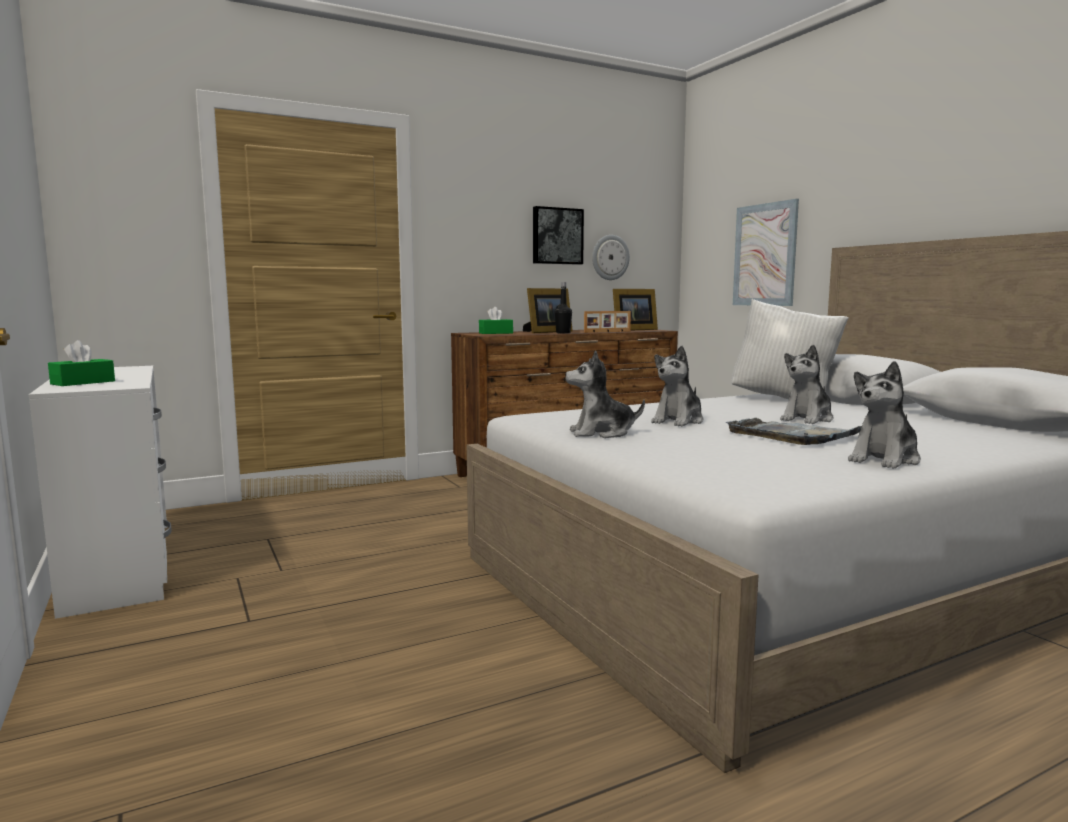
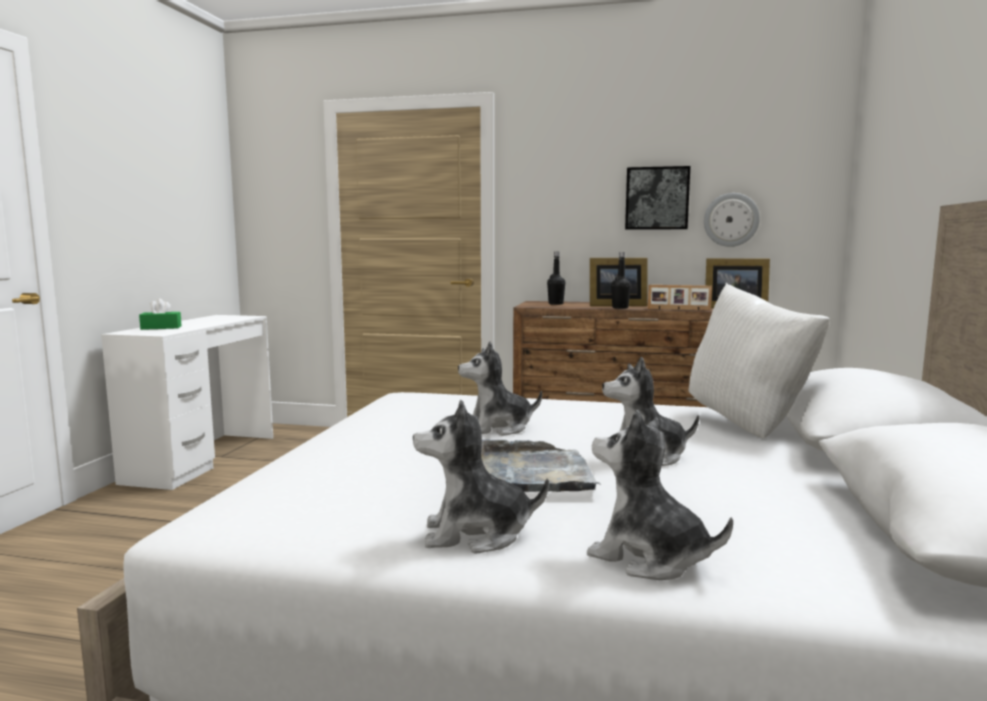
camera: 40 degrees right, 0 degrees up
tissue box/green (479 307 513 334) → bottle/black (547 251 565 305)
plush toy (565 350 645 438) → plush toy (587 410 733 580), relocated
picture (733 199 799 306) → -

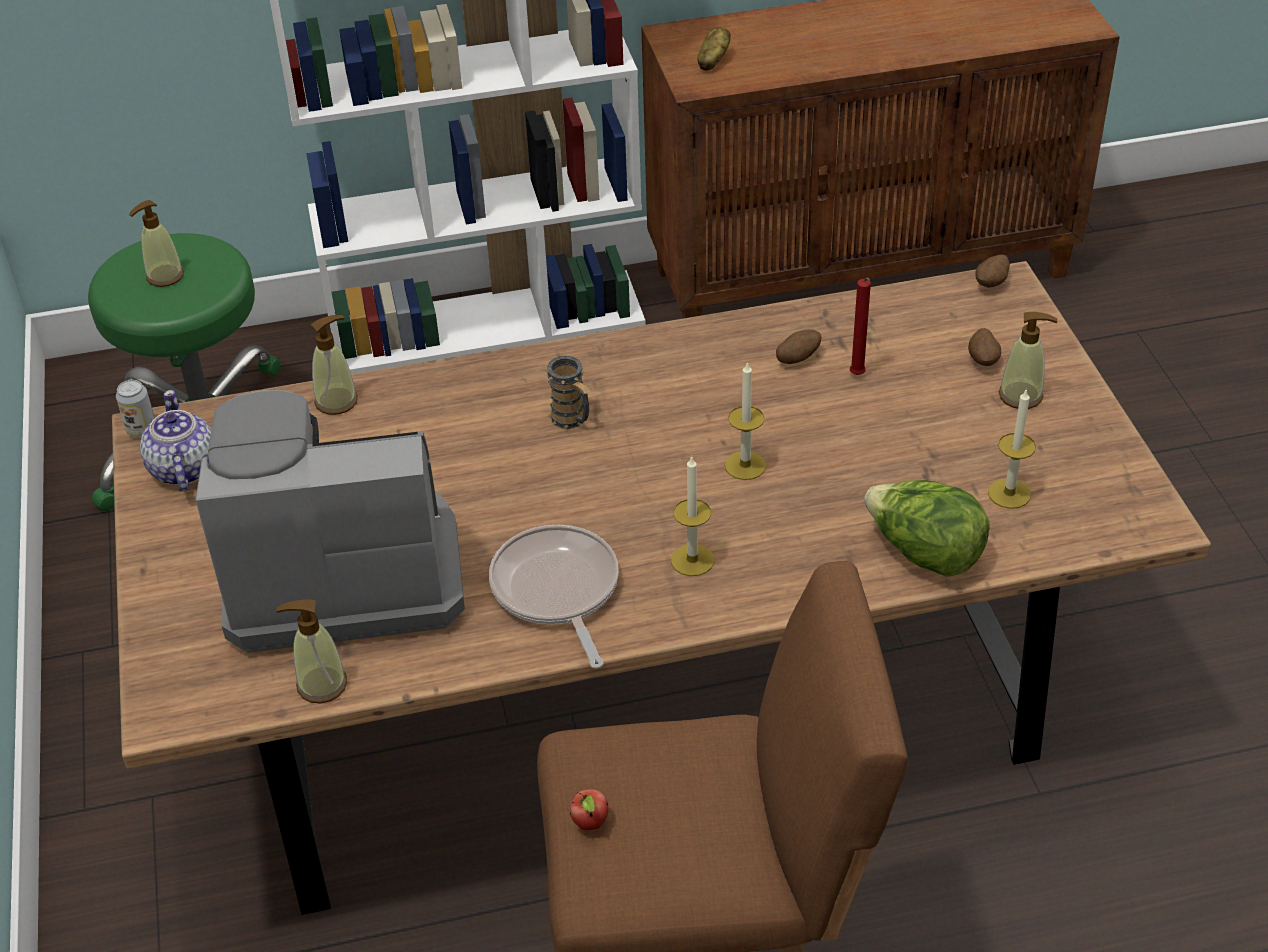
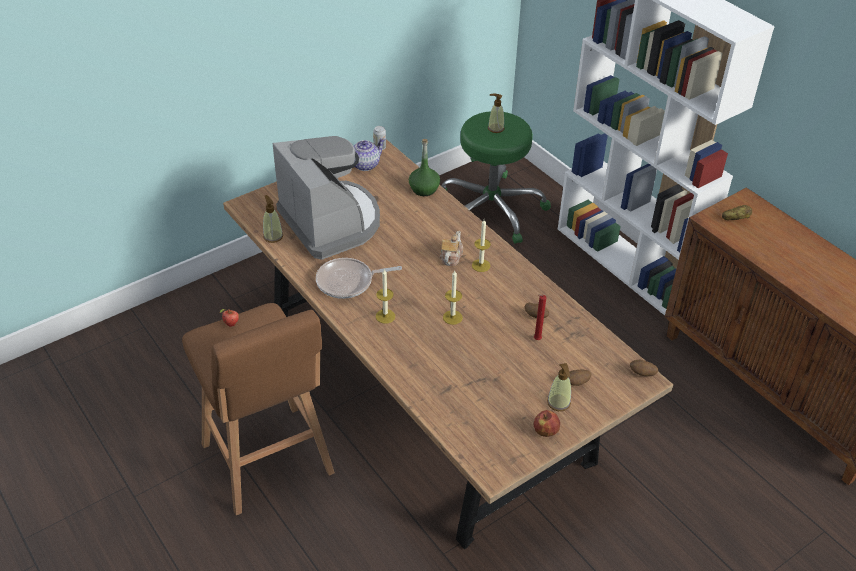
camera: 65 degrees right, 0 degrees up
soap dispenser (311 315 358 415) → bottle/green (409 139 440 196)
frying pan (489 525 619 669) → frying pan (316 258 402 299), 150 degrees counterclockwise
mug (545 356 590 429) → teapot (440 231 463 266)
lettuce (864 480 990 577) → -
candle (988 390 1036 509) → candle (472 219 491 272), relocated
- → apple (533 410 560 437)

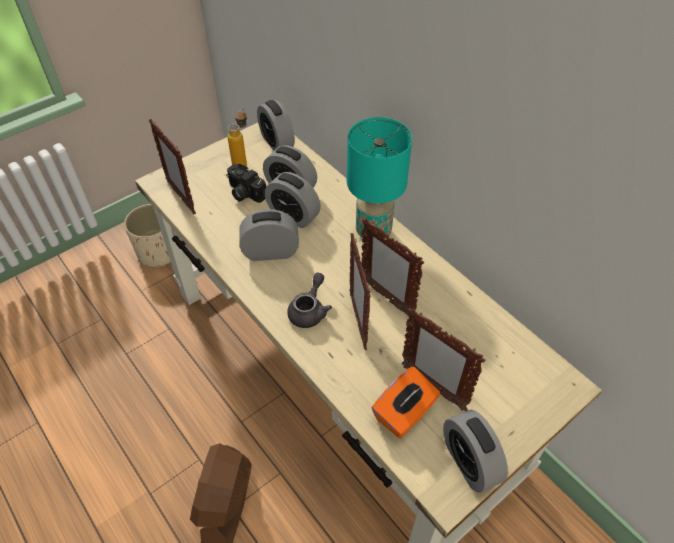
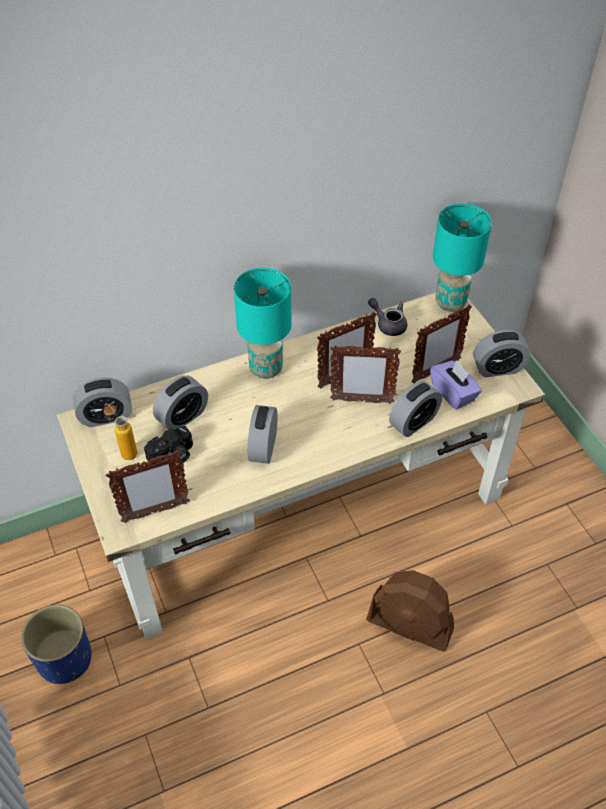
camera: 75 degrees left, 0 degrees up
planter/beige (124 204 171 268) → planter/blue (21 604 92 684)
alarm clock (265 172 321 228) → alarm clock (389 381 442 437), relocated
teapot/grey (287 273 332 328) → teapot/grey (368 298 407 336), relocated
tissue box/orange (371 366 440 438) → tissue box/purple (430 360 482 410)
- → table lamp/turquoise (433 203 492 312)

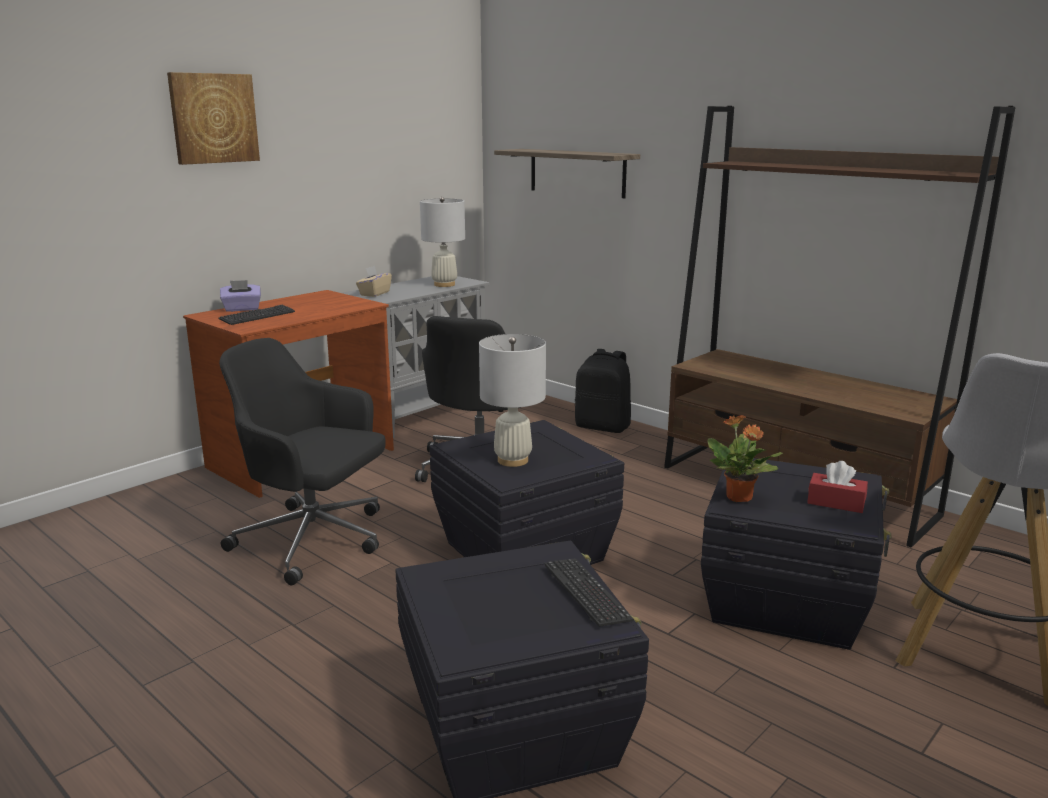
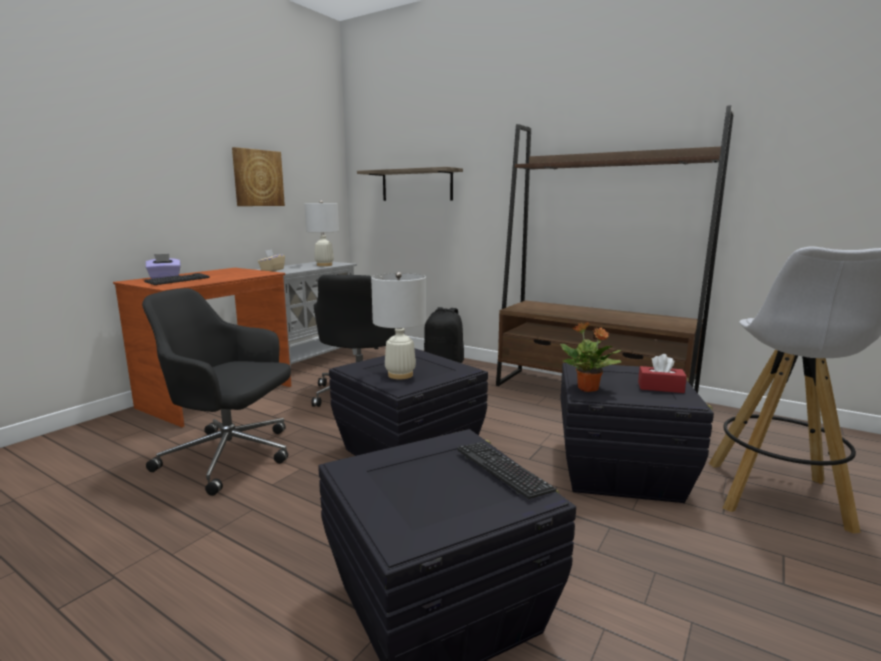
camera: 10 degrees left, 5 degrees down
picture (167 72 260 165) → picture (232 147 285 206), relocated

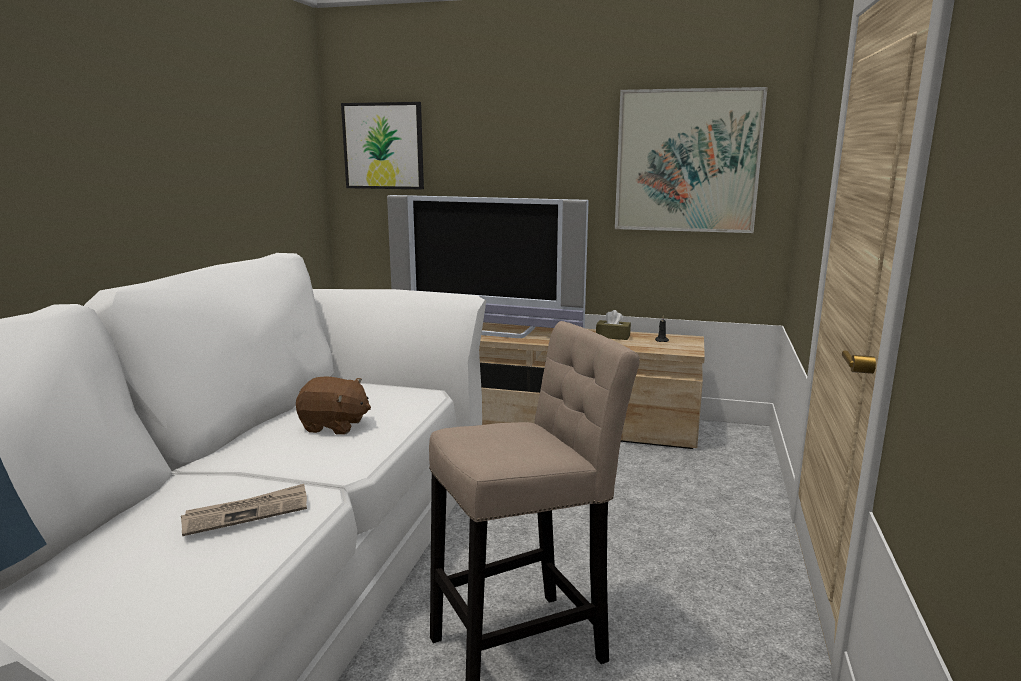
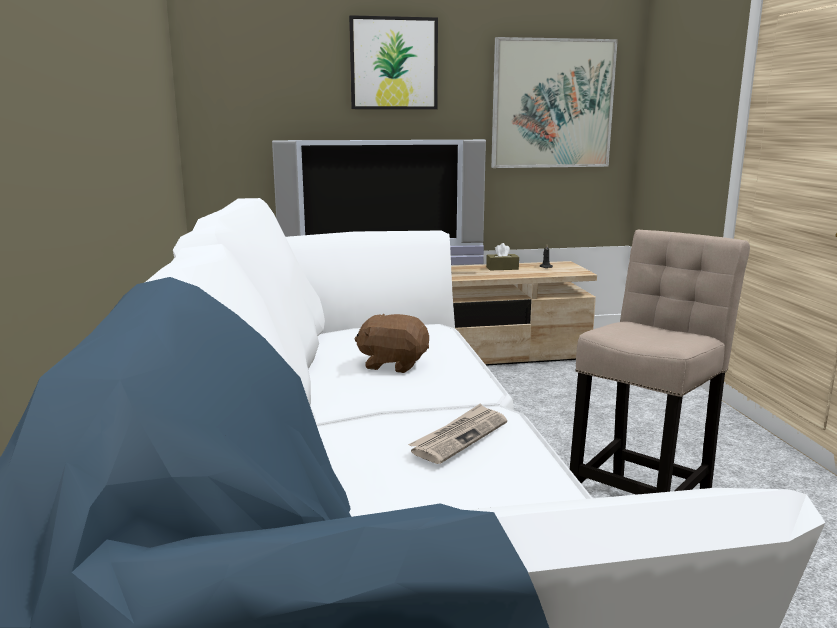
camera: 25 degrees left, 0 degrees up
plush toy/brown (296 377 371 435) → plush toy/brown (355 314 429 373), 150 degrees counterclockwise
picture (341 102 424 189) → picture (349 15 438 109), relocated

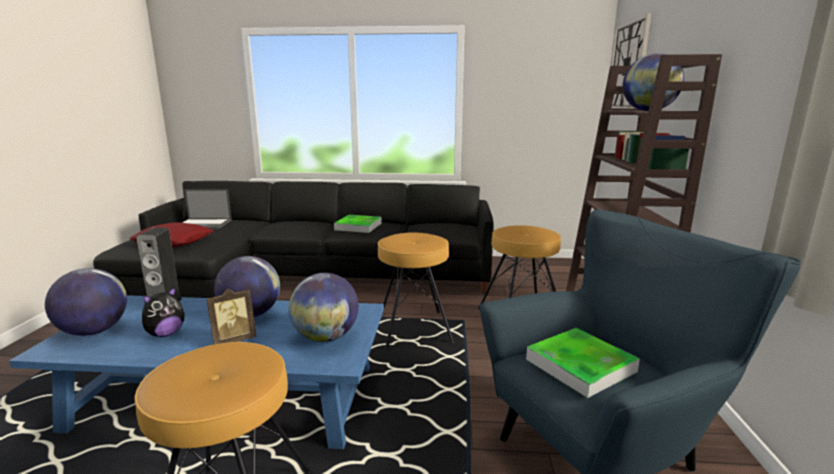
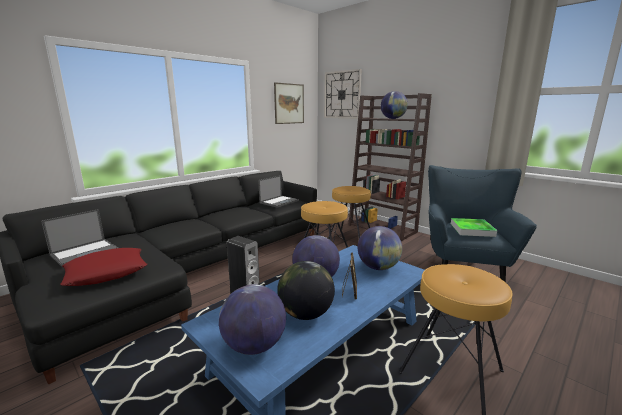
camera: 50 degrees left, 0 degrees up
plush toy (142 286 185 337) → globe (277 261 335 320)
tray (334 215 382 233) → -
- → laptop (258 175 299 208)
- → picture (274 82 304 124)

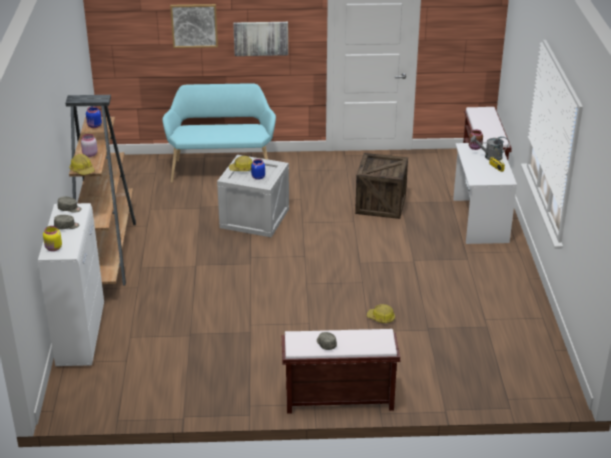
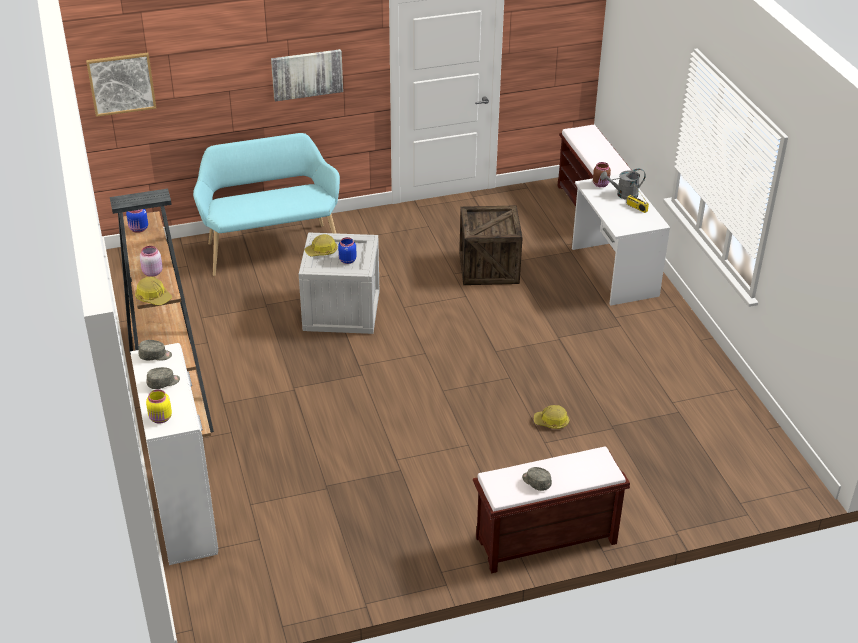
camera: 15 degrees left, 5 degrees up
picture (170 4 218 48) → picture (86 53 156 117), relocated

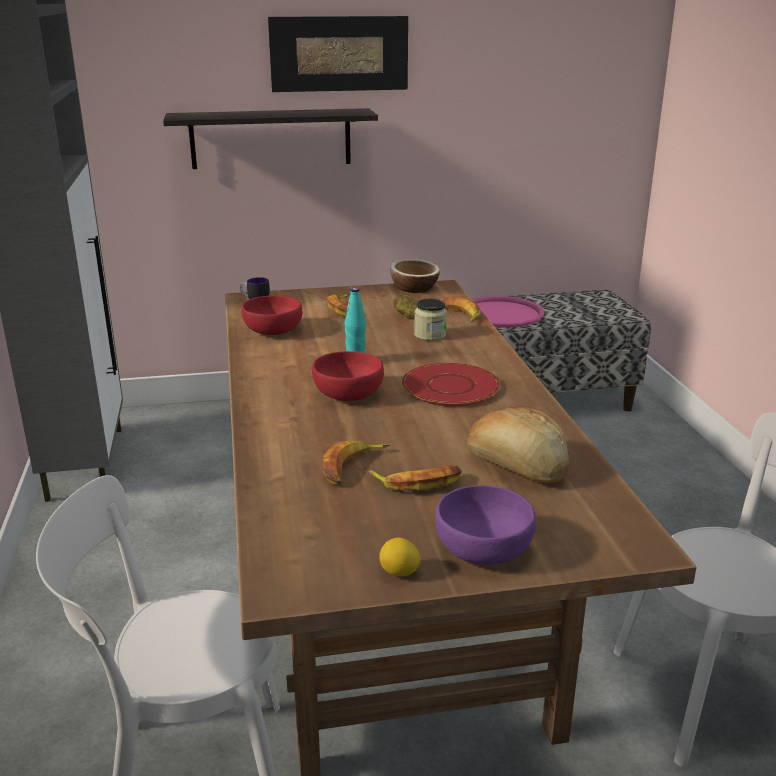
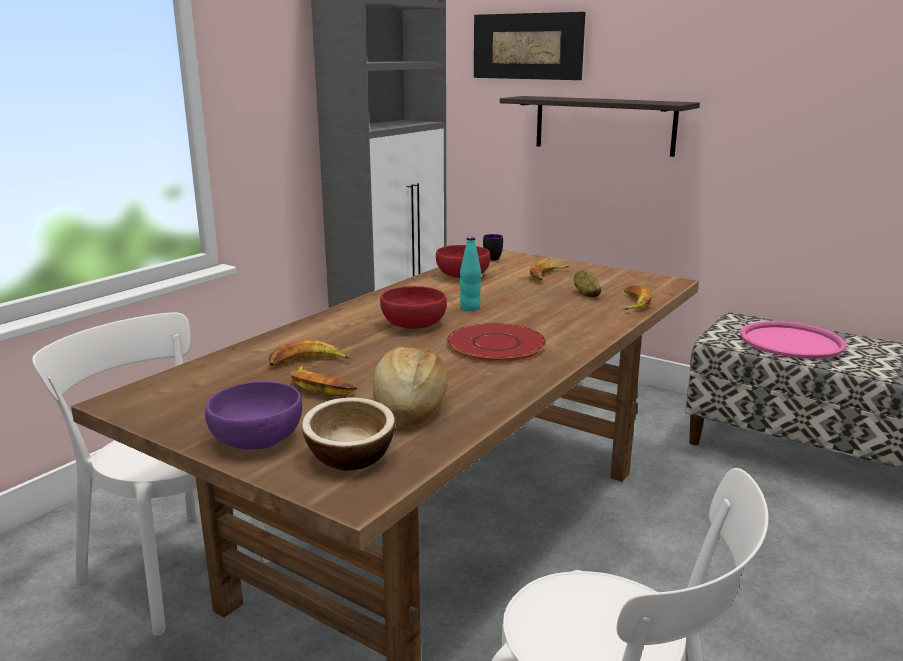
camera: 45 degrees right, 5 degrees down
picture (268 16 408 92) → picture (474 12 586 80), relocated
lemon (379 538 420 576) → -
bowl (390 259 440 293) → bowl (302 397 395 471), relocated
jar (414 299 447 341) → -

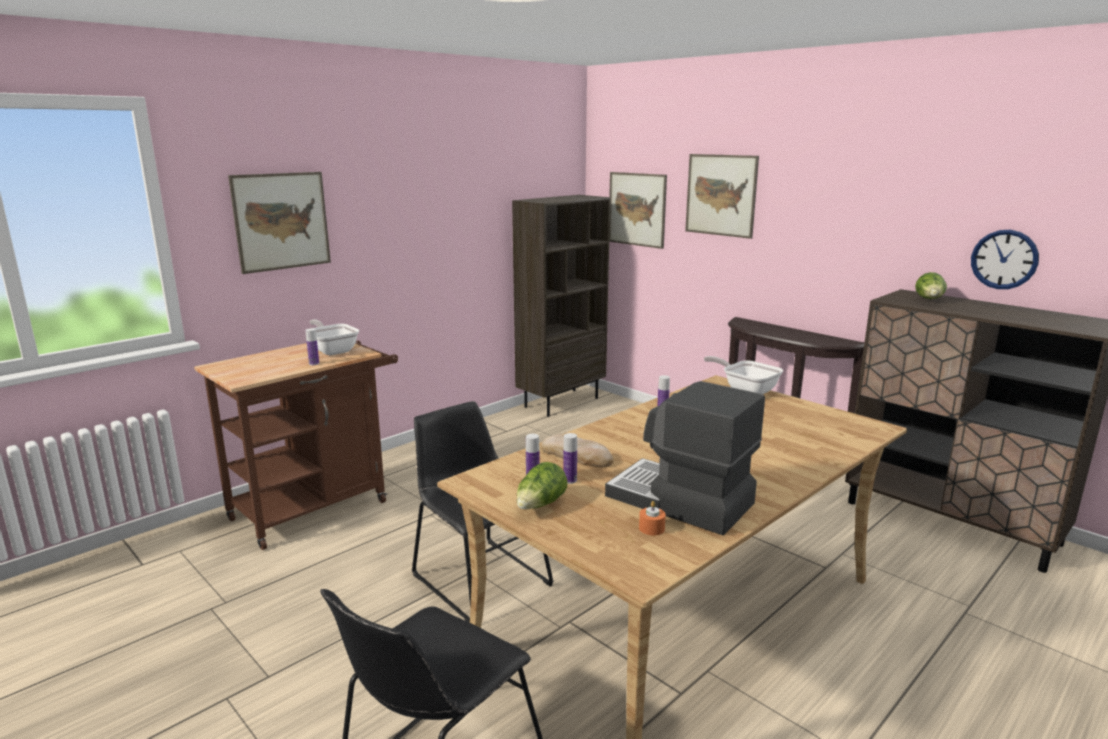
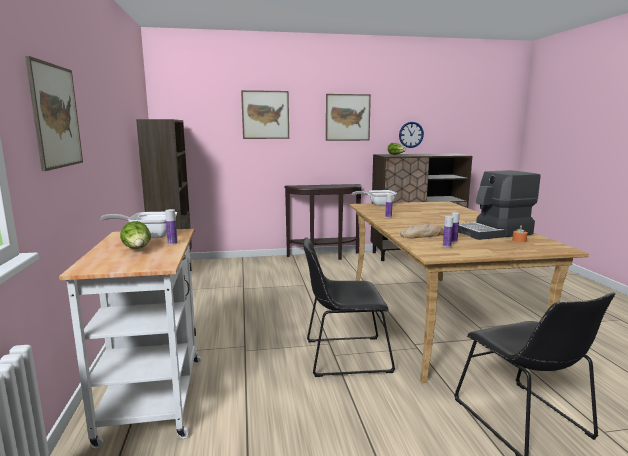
camera: 55 degrees left, 5 degrees down
cart/brown (194 340 398 550) → cart/white (59 229 201 449)
lettuce (517 462 568 509) → lettuce (120 221 151 249), relocated
picture (609 172 667 249) → picture (326 94 371 141), relocated

